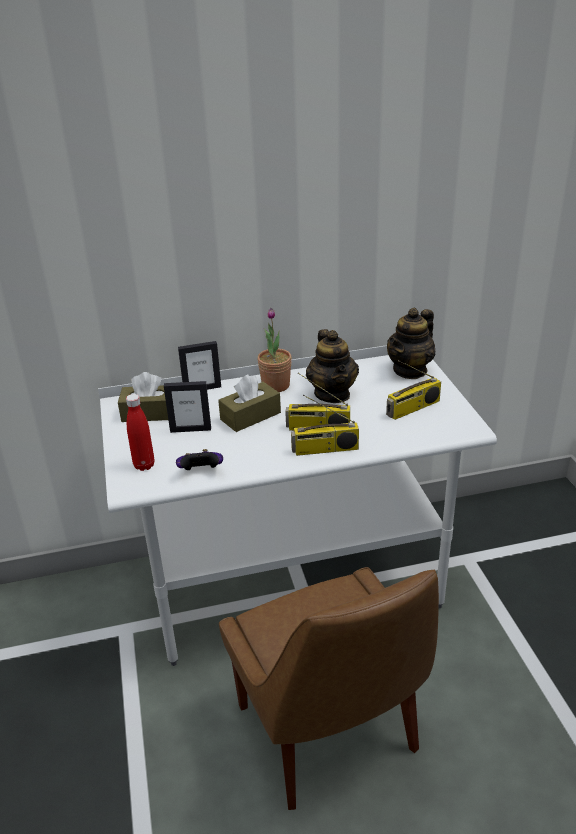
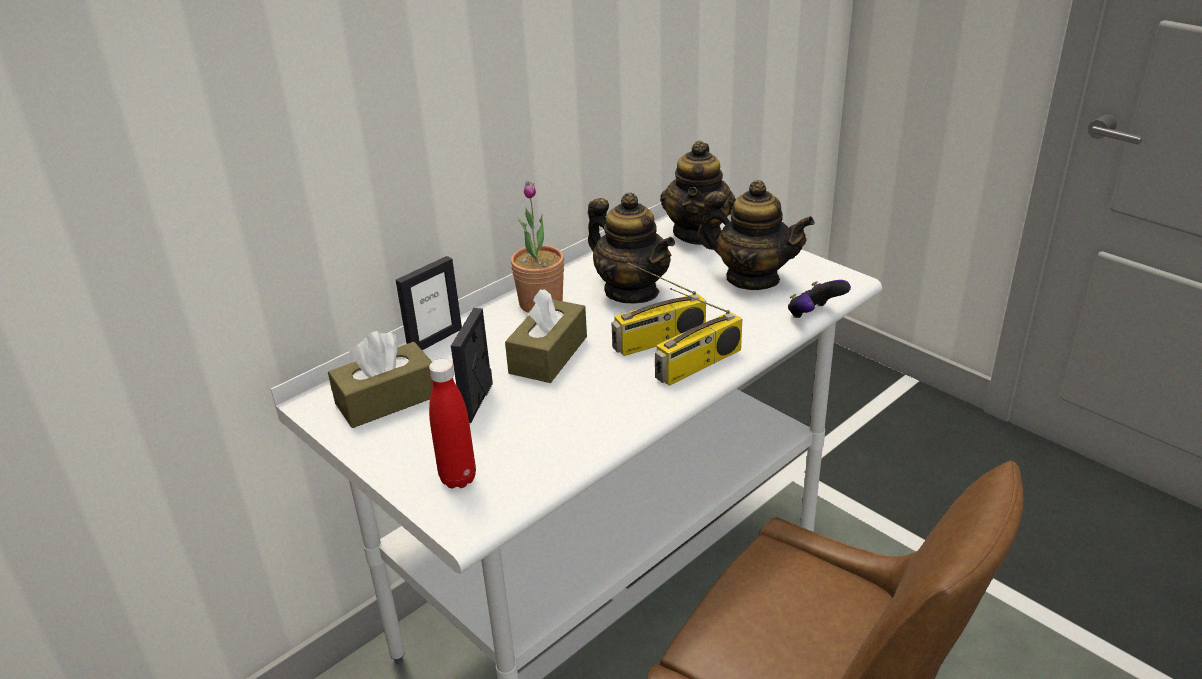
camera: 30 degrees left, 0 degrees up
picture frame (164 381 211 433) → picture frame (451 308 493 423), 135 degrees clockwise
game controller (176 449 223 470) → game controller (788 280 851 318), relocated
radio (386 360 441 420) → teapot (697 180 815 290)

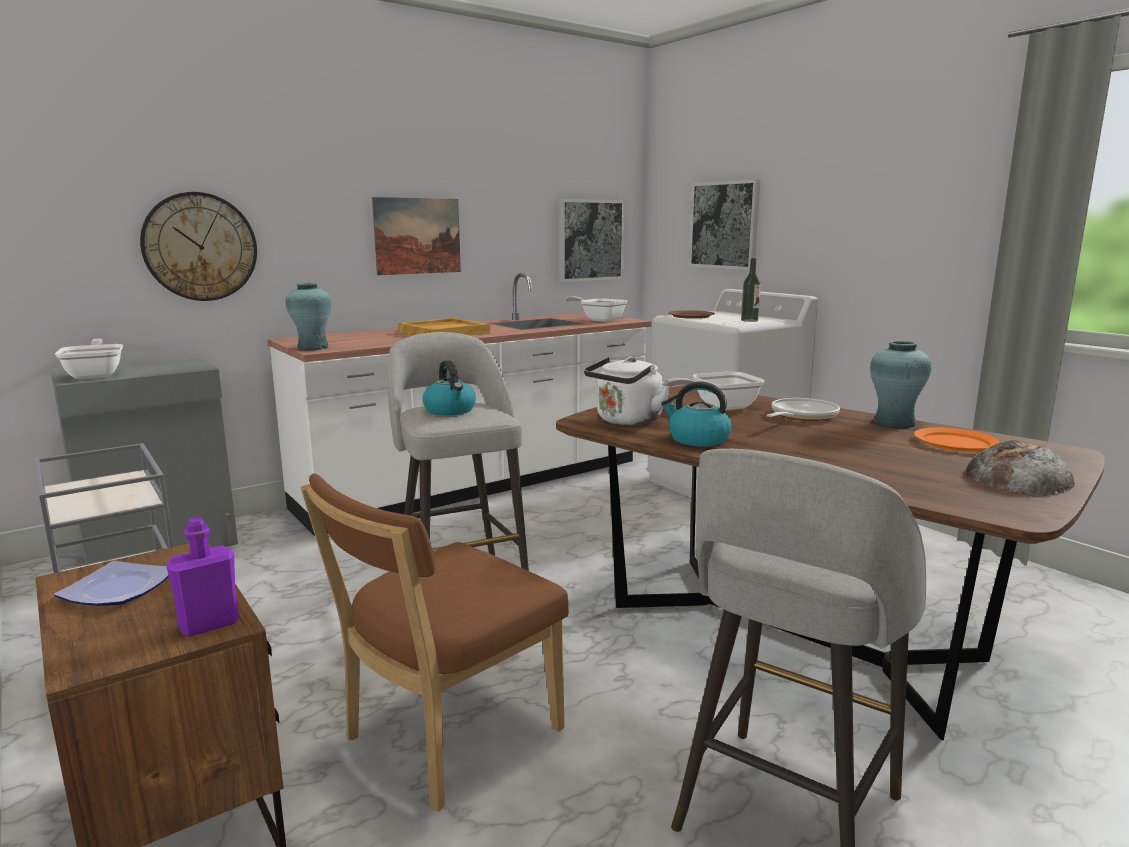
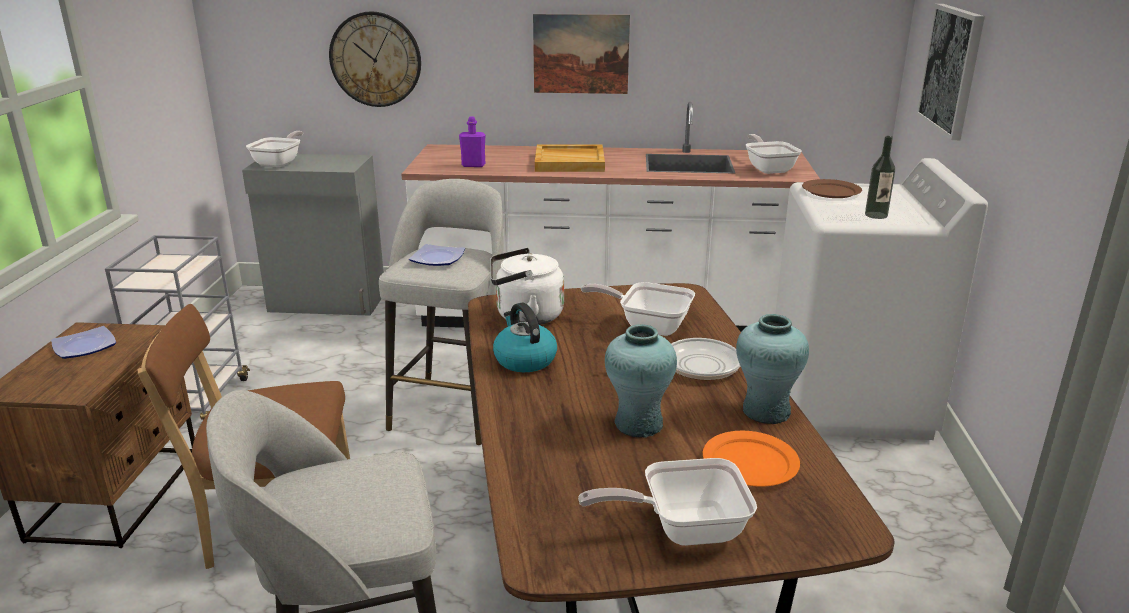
camera: 40 degrees right, 10 degrees up
bottle/purple (166 518 239 637) → bottle/purple (459 117 485 167), relocated
vase/turquoise (286 283 332 350) → vase/turquoise (605 324 677 438), relocated
kettle (422 360 476 415) → plate (409 244 465 266)
picture (559 199 625 282) → -
bread (965 440 1075 495) → frying pan (578 458 757 546)

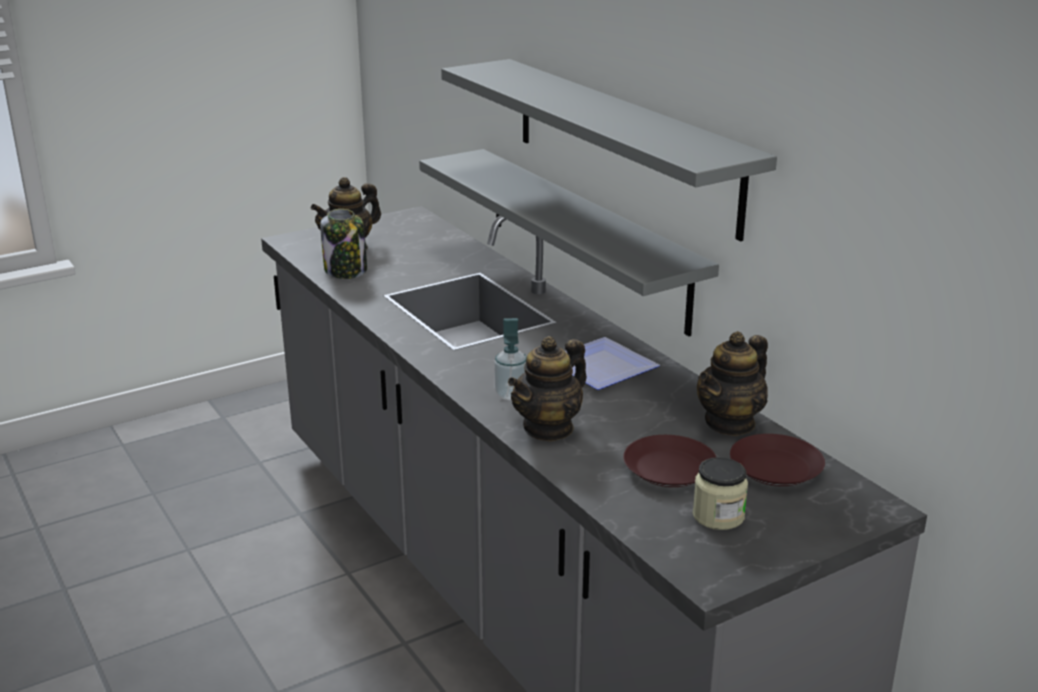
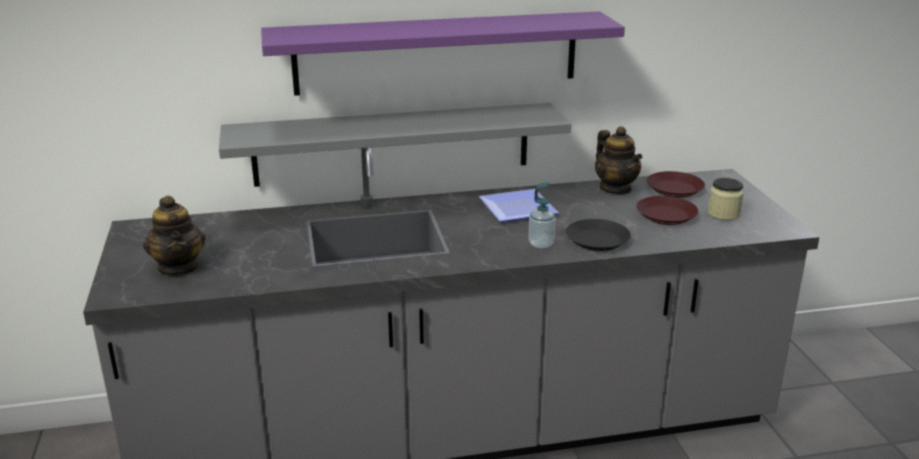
camera: 70 degrees left, 0 degrees up
jar (320 209 367 279) → -
shelf/grey (441 59 777 241) → shelf/purple (261 11 625 96)
teapot (508 336 587 442) → plate/black (566 219 631 251)

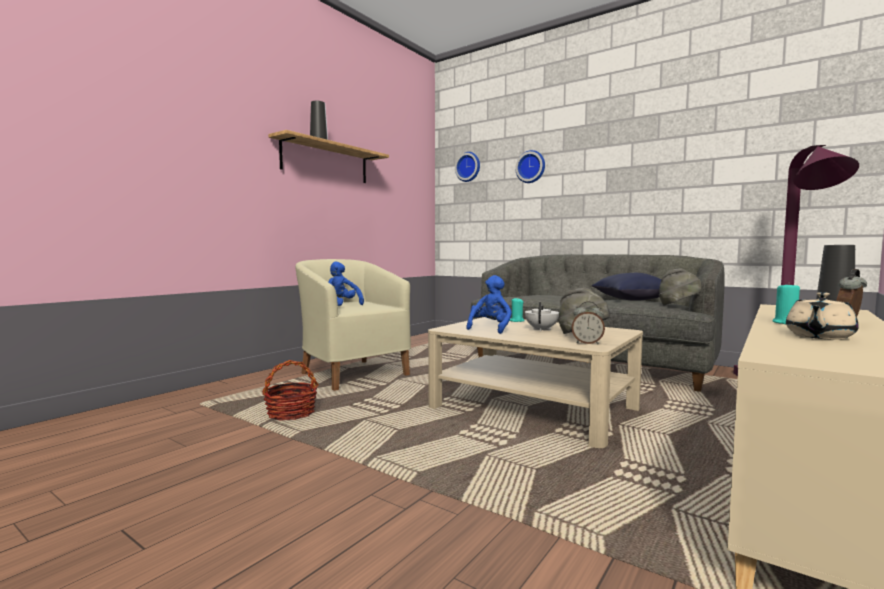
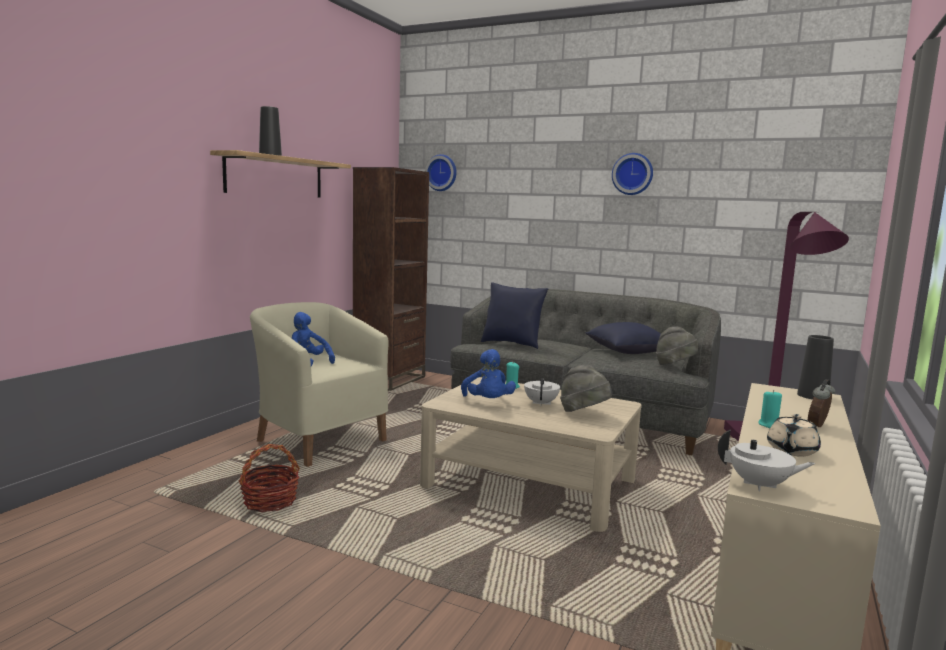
camera: 10 degrees left, 5 degrees up
plush toy/blue (466 275 512 334) → plush toy/blue (461 349 516 398), 150 degrees clockwise
wall clock (515 150 545 183) → wall clock (612 153 653 195), relocated
alarm clock (572 301 605 344) → -
- → bookcase/brown (353 167 429 391)
- → pillow/blue (481 282 548 349)
- → teapot/white (718 430 816 491)

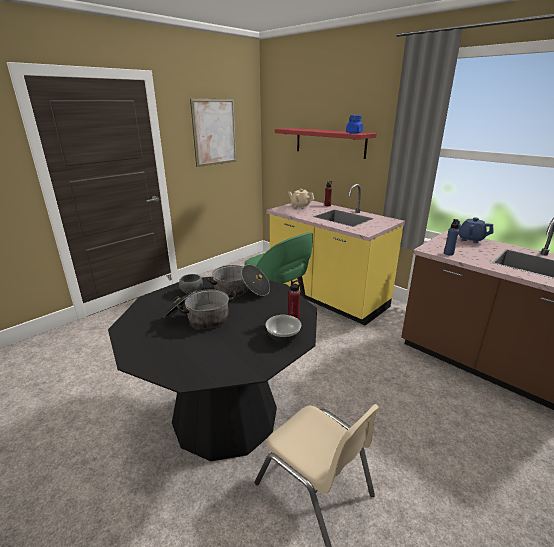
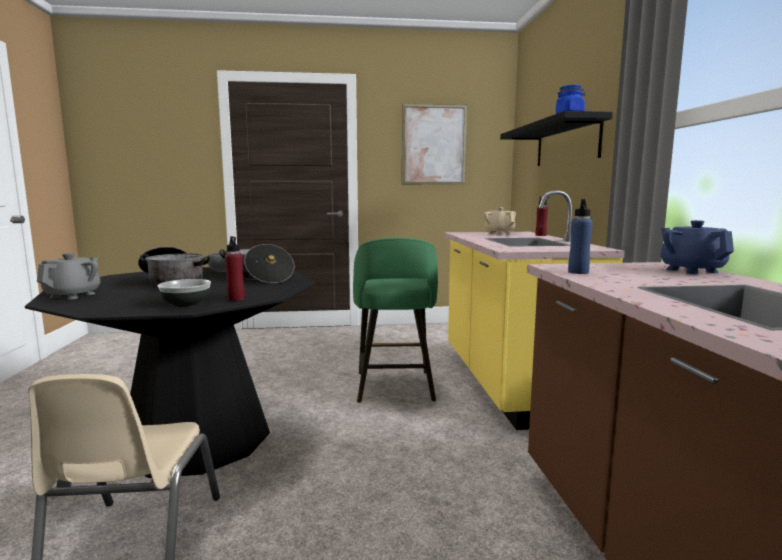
camera: 40 degrees right, 15 degrees down
shelf/red (275 128 377 159) → shelf/black (500 111 613 166)
- → teapot/grey (37 253 100 299)

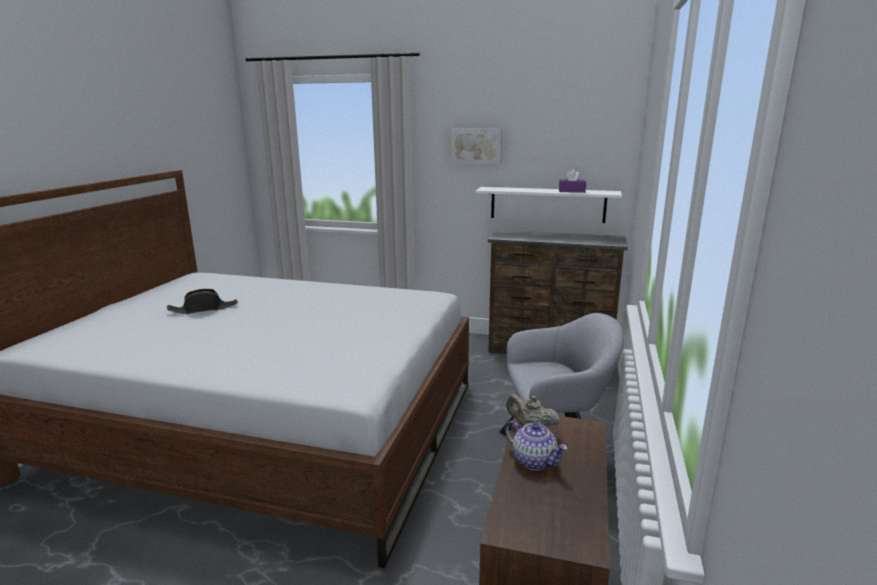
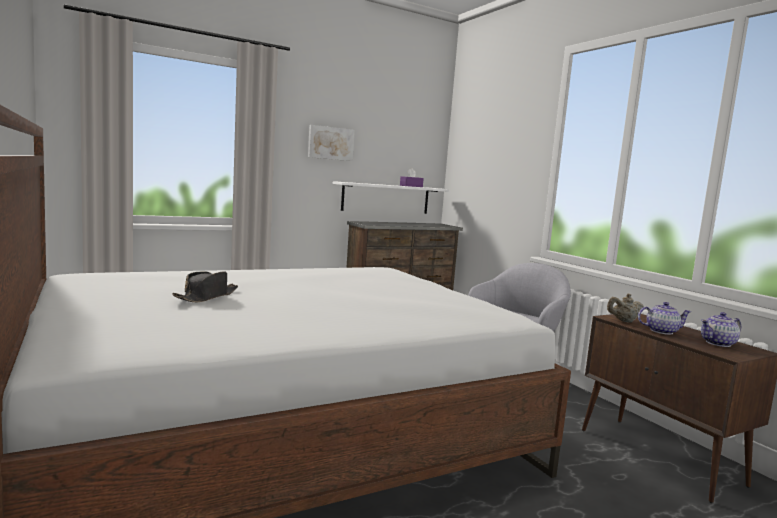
camera: 45 degrees left, 10 degrees down
- → teapot (701 312 741 347)

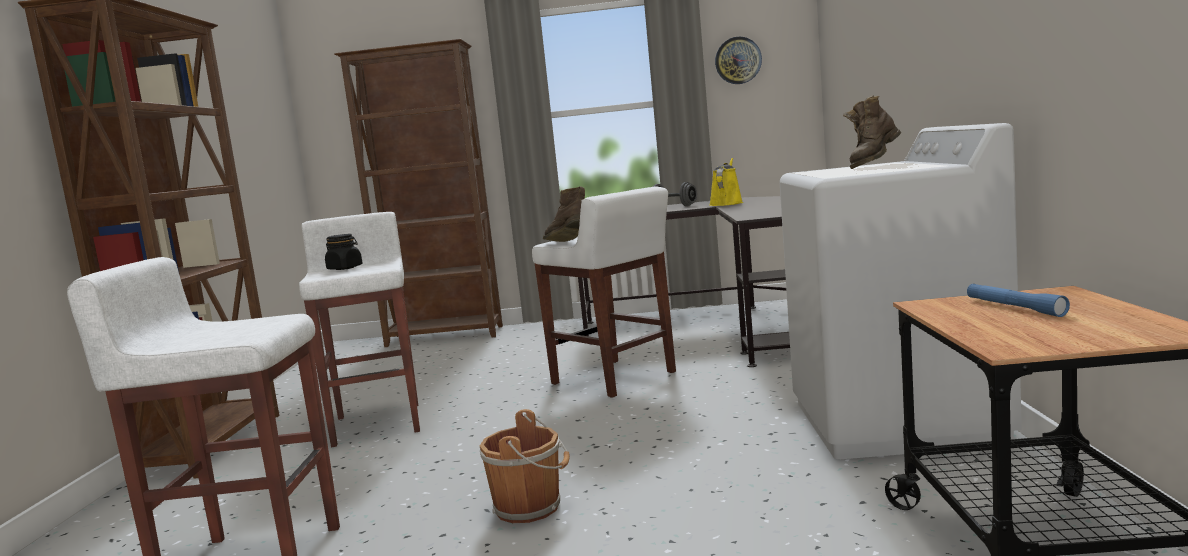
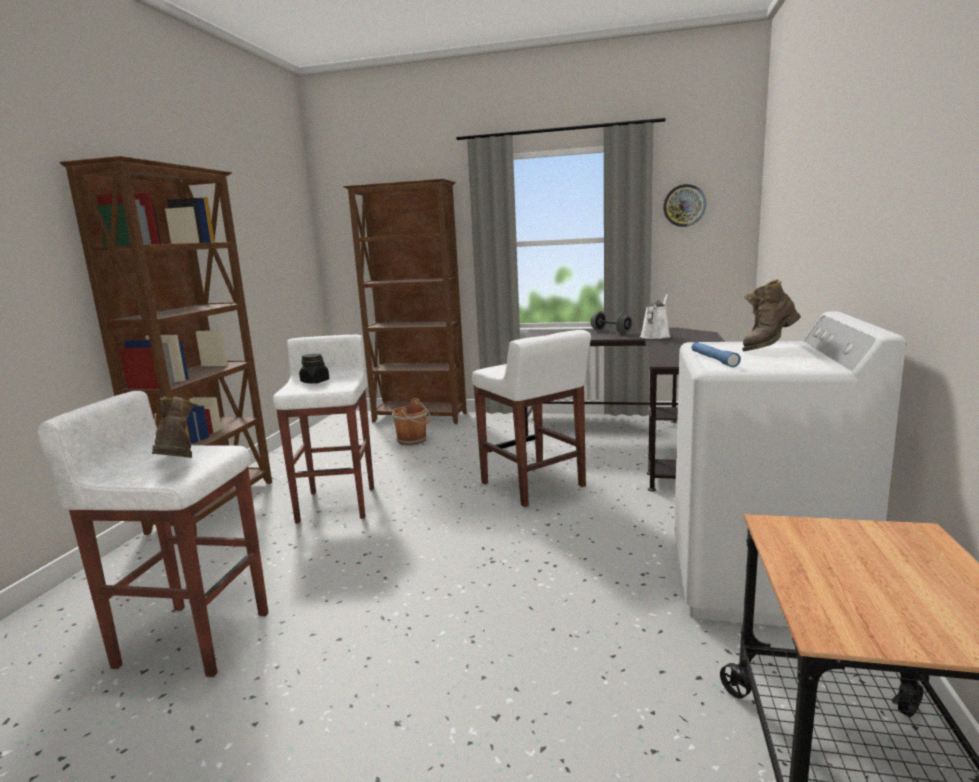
camera: 10 degrees right, 5 degrees up
bucket/brown (480 409 570 523) → bucket/brown (392 398 431 445), relocated
boot/brown (543 186 585 242) → boot/brown (152 397 198 458), relocated
watering can/yellow (709 158 743 206) → watering can/white (640 294 671 339)
flashlight/blue (967 284 1070 317) → flashlight/blue (691 342 741 367), relocated

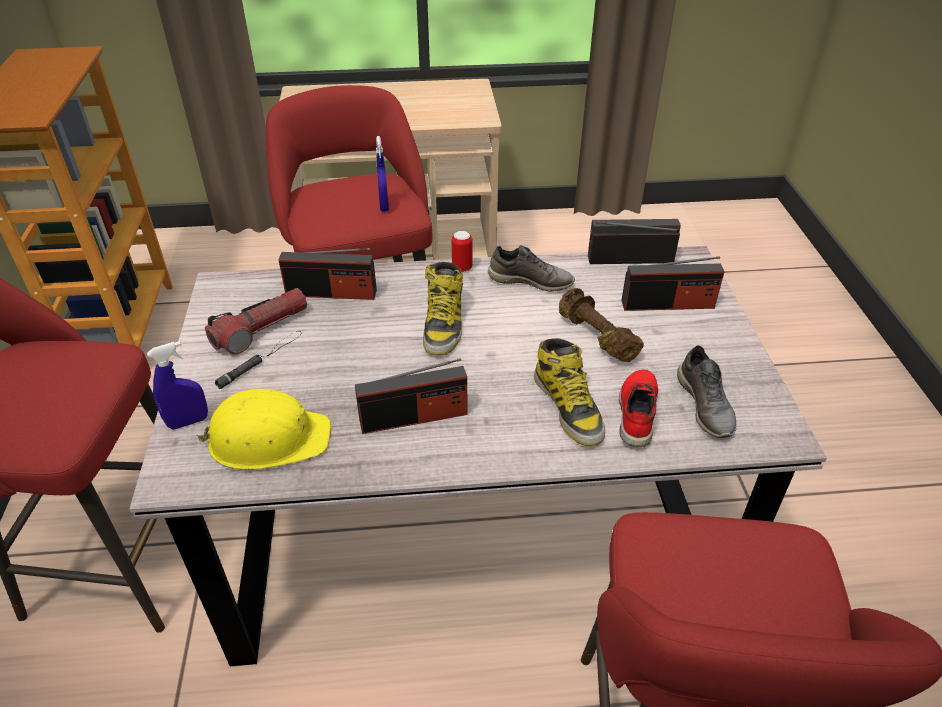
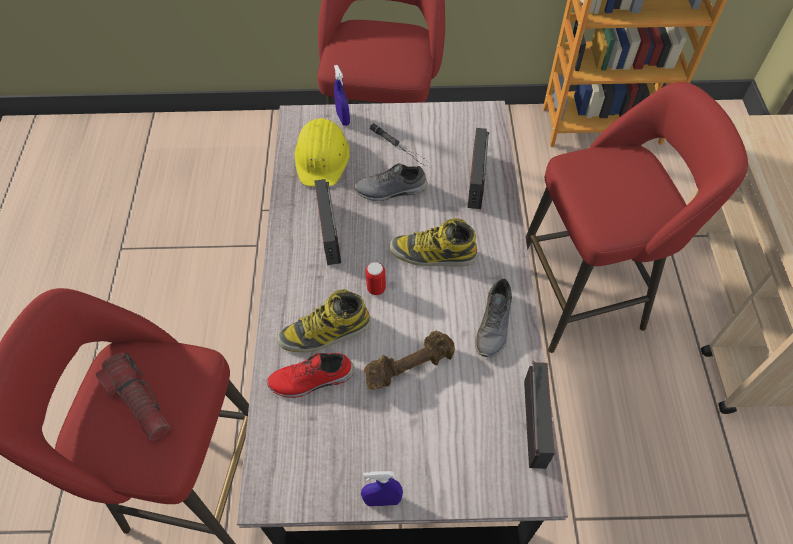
camera: 95 degrees right, 15 degrees up
flashlight (205 288 307 354) → flashlight (96 352 170 441), relocated
spray bottle/blue (376 136 389 212) → spray bottle/blue (361 471 403 507), relocated
can (452 231 472 272) → can (365 262 386 295), relocated
shoe/red (619 369 658 447) → shoe/red (267 353 354 398), 150 degrees clockwise
radio (621 256 724 311) → -
shoe/grey (677 345 737 438) → shoe/grey (354 163 427 201), relocated

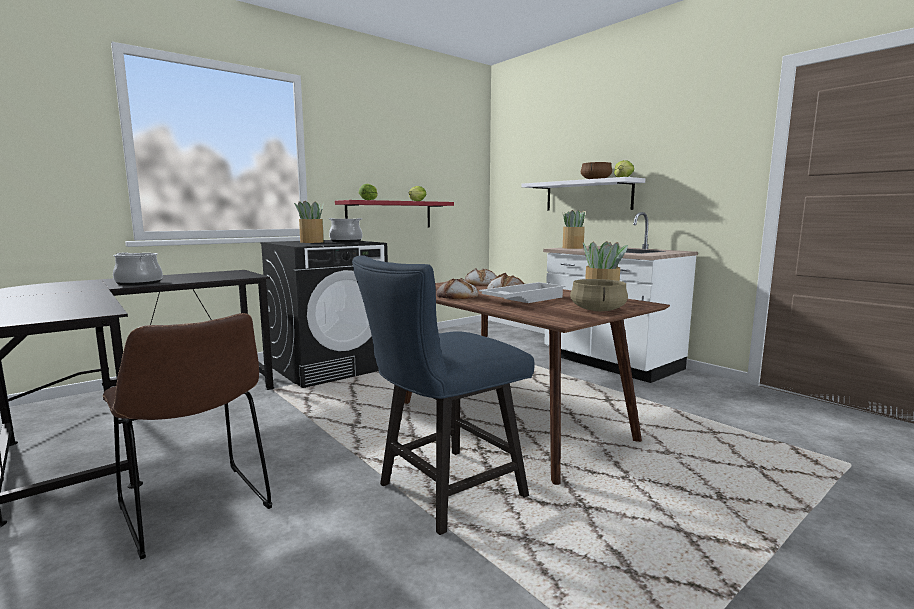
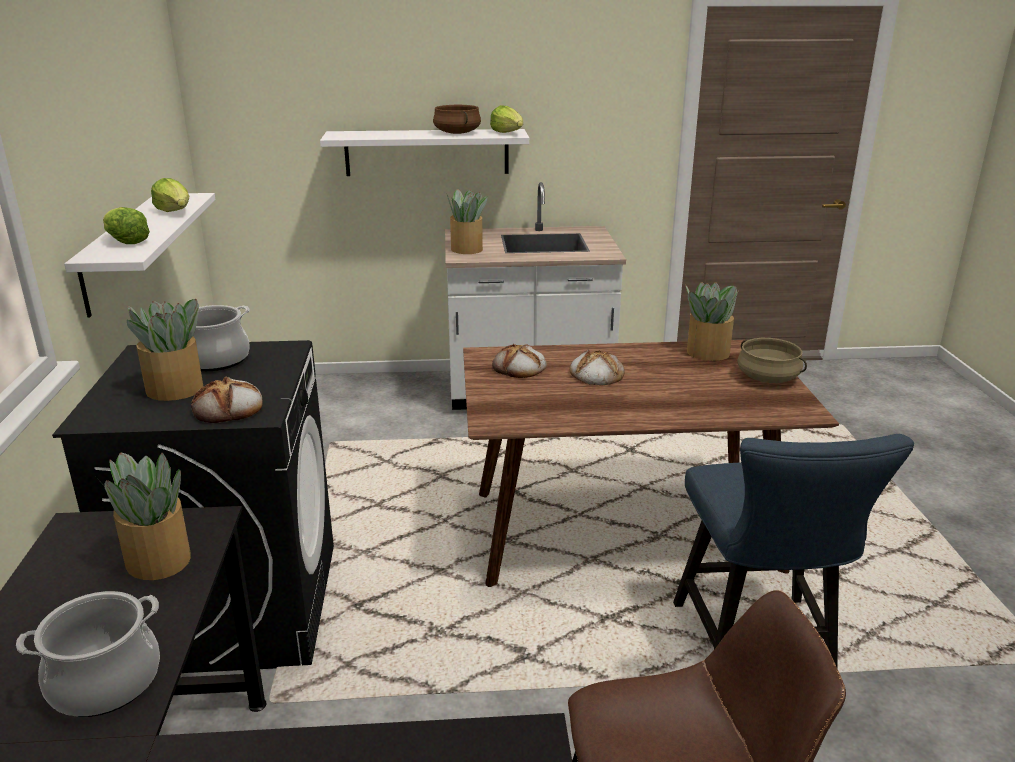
camera: 55 degrees left, 15 degrees up
shelf/red (335 200 454 228) → shelf/white (64 193 215 318)
bread (436 278 478 299) → bread (191 376 263 423), relocated
tray/white (479 282 566 303) → -
- → potted plant (96 453 191 580)

